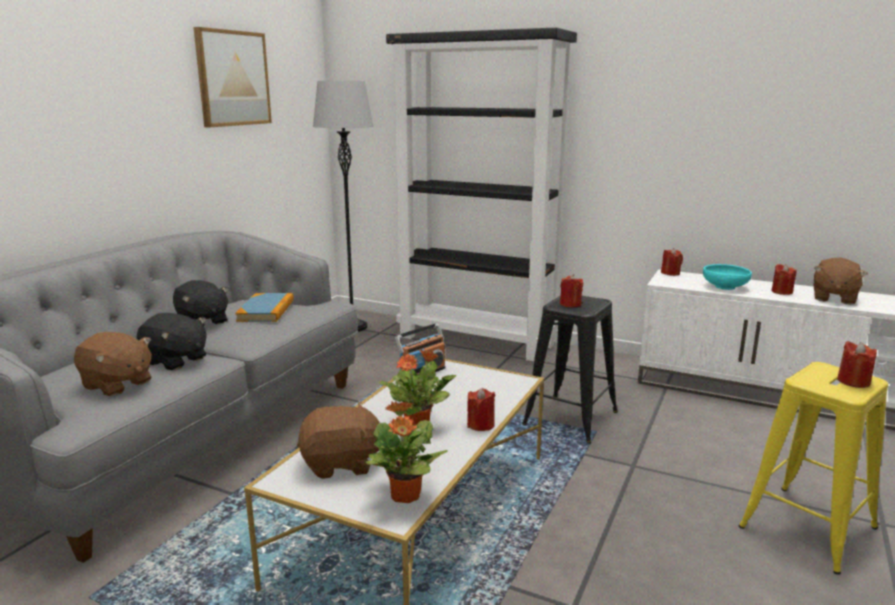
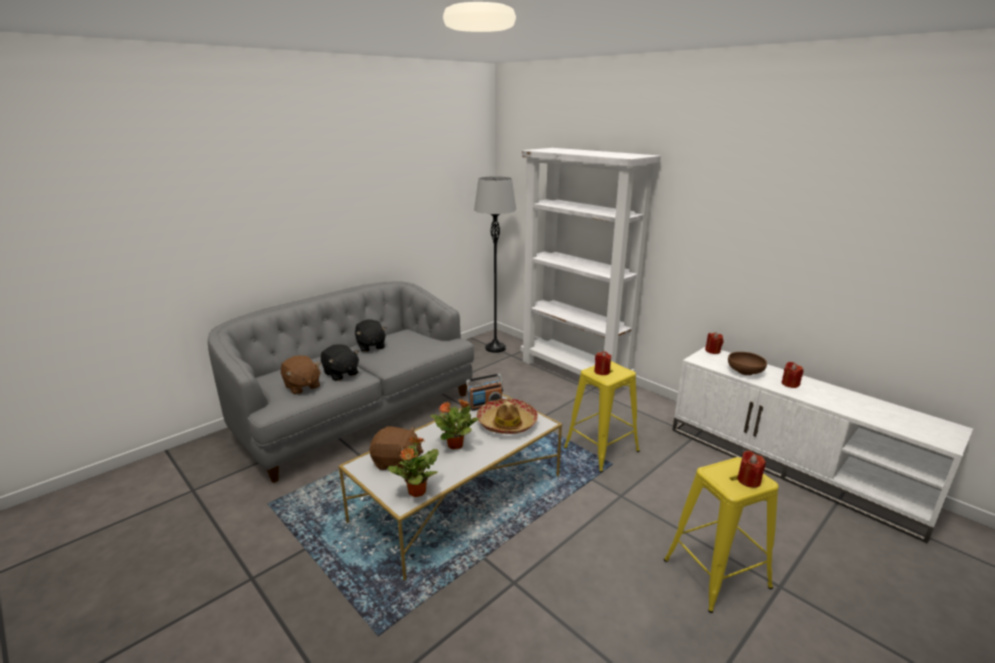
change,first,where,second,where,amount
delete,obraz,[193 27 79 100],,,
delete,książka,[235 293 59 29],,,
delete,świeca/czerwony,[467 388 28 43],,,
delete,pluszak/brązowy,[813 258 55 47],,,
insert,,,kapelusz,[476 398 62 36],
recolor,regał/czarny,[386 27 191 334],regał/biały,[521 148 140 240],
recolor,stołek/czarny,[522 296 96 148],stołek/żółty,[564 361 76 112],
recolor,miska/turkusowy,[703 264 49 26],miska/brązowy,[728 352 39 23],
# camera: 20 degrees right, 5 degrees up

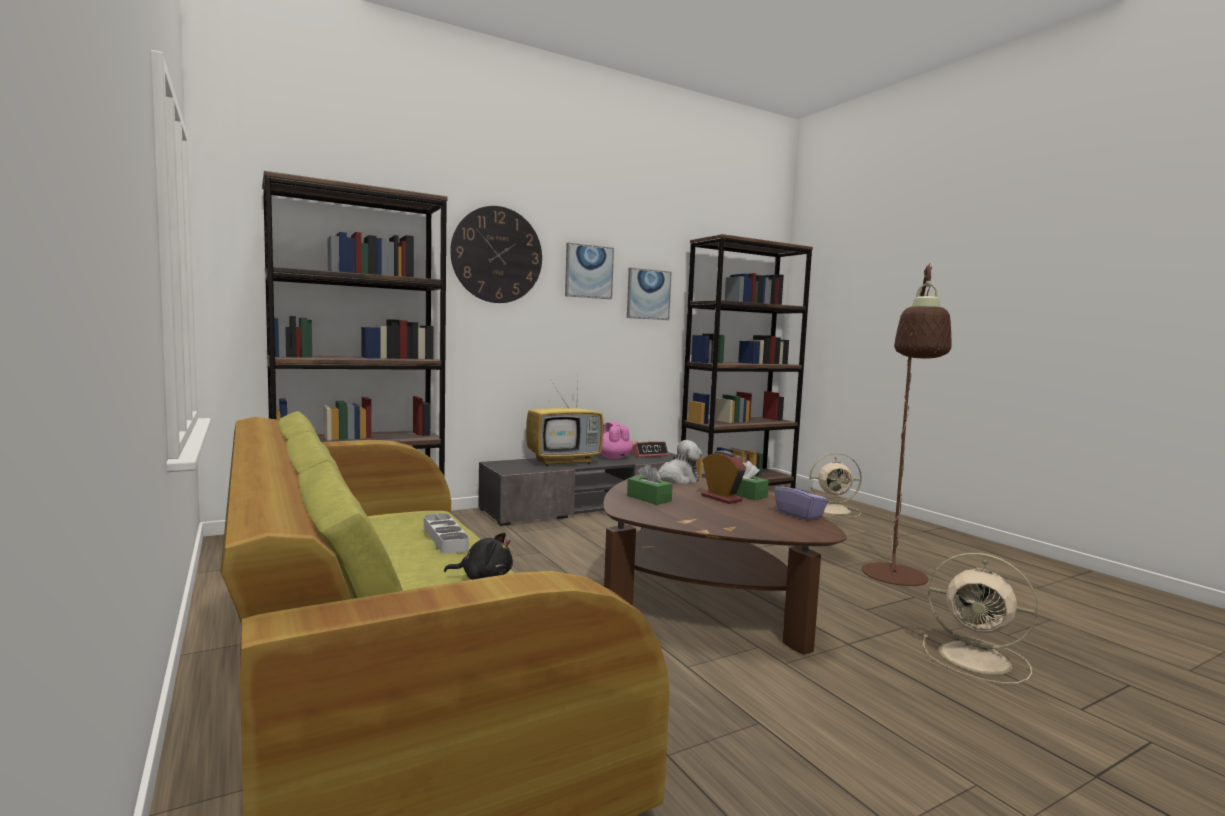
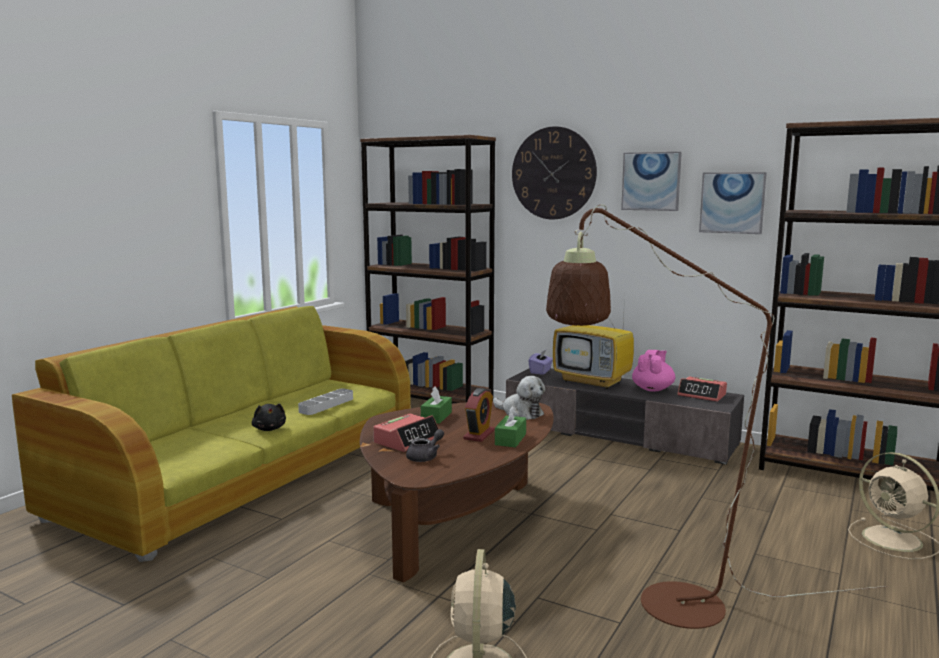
change,first,where,second,where,amount
insert,,,budzik,[373 414 66 38],
insert,,,imbryk/szary,[406 429 38 33],
move,pudełko chusteczek/fioletowy,[774 477 55 43],,[528 350 25 25],
# camera: 60 degrees right, 5 degrees up

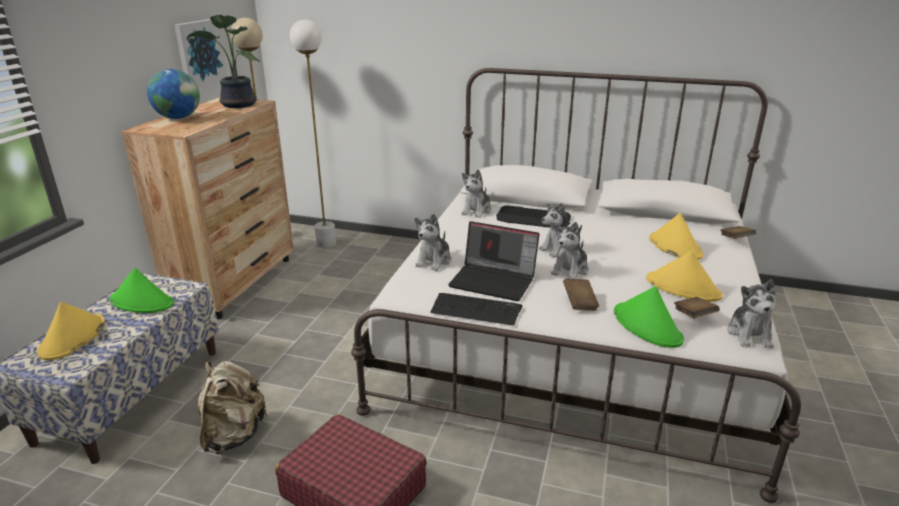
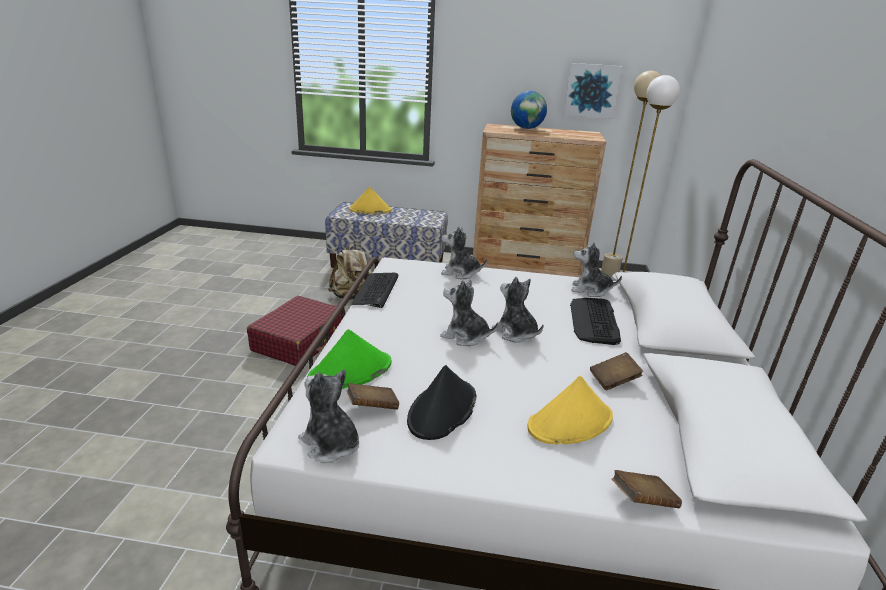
change,first,where,second,where,amount
delete,kapelusz/zielony,[110 267 64 46],,,
delete,roślina doniczkowa,[187 15 74 93],,,
delete,laptop,[448 221 91 80],,,
move,książka/brązowy,[563 278 36 33],,[590 352 53 38],
recolor,kapelusz/żółty,[646 251 77 51],kapelusz/czarny,[407 365 69 75],
rotate,pluszak,[727 279 49 69],,[298 369 61 94],45 degrees clockwise
# camera: 80 degrees right, 0 degrees up

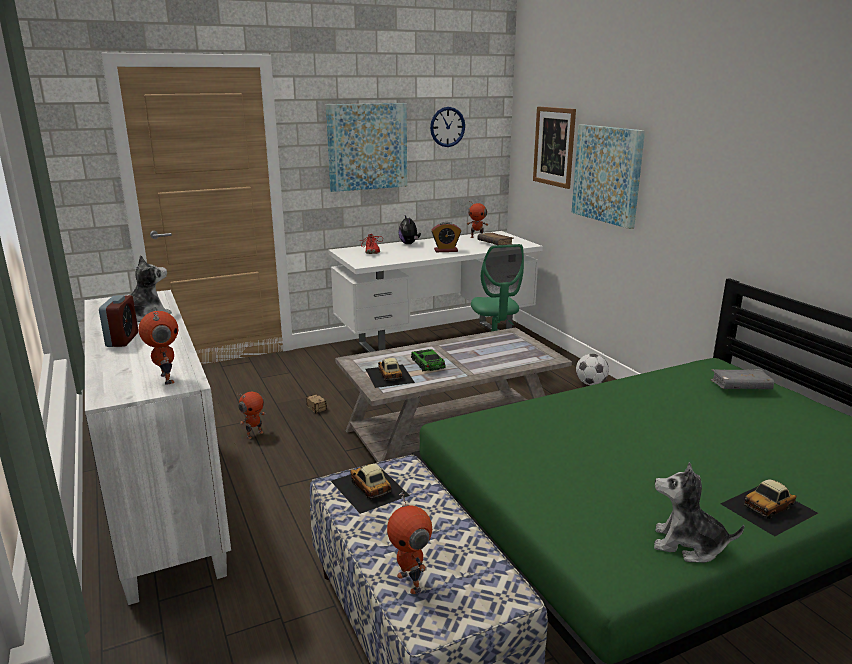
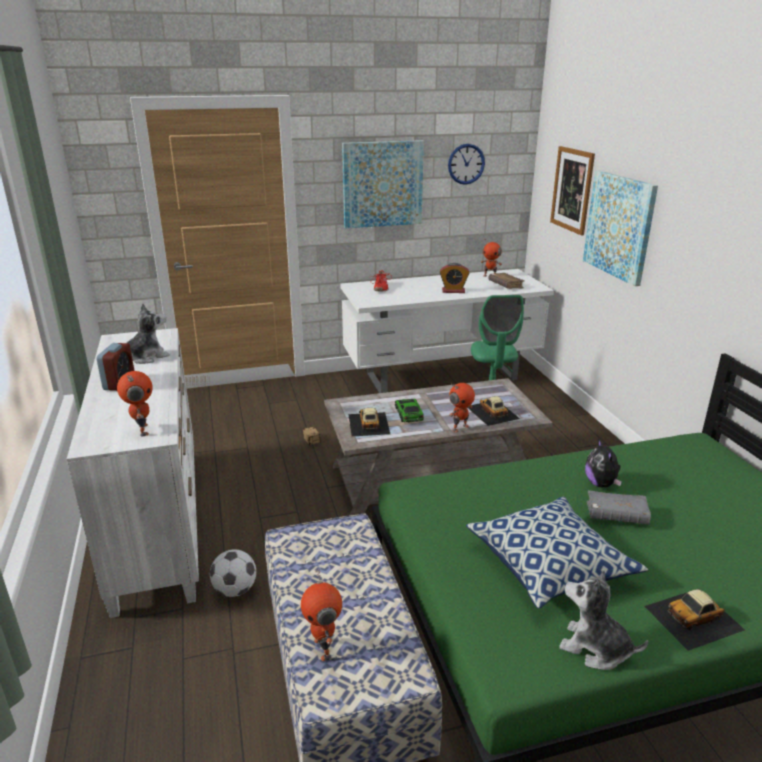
change,first,where,second,where,amount
insert,,,poduszka,[466 497 182 112],
move,robot zabawkowy,[237 392 28 47],,[449 383 26 49],
move,samochodzik,[331 464 79 50],,[467 396 53 30],
move,pluszak,[399 216 22 28],,[585 439 37 49],
move,piłka futbolowa,[576 353 33 32],,[210 550 46 47],
move,książka/szary,[711 369 63 20],,[587 490 64 35],
# camera: 10 degrees right, 5 degrees up

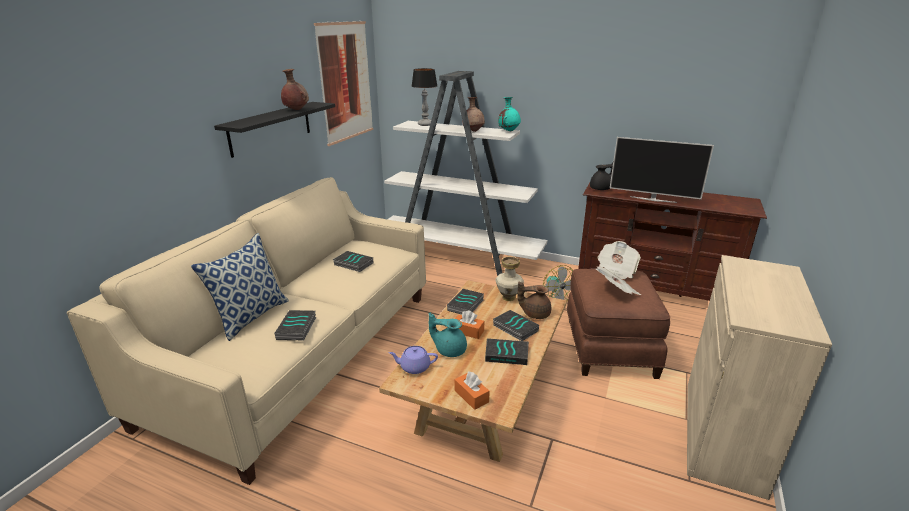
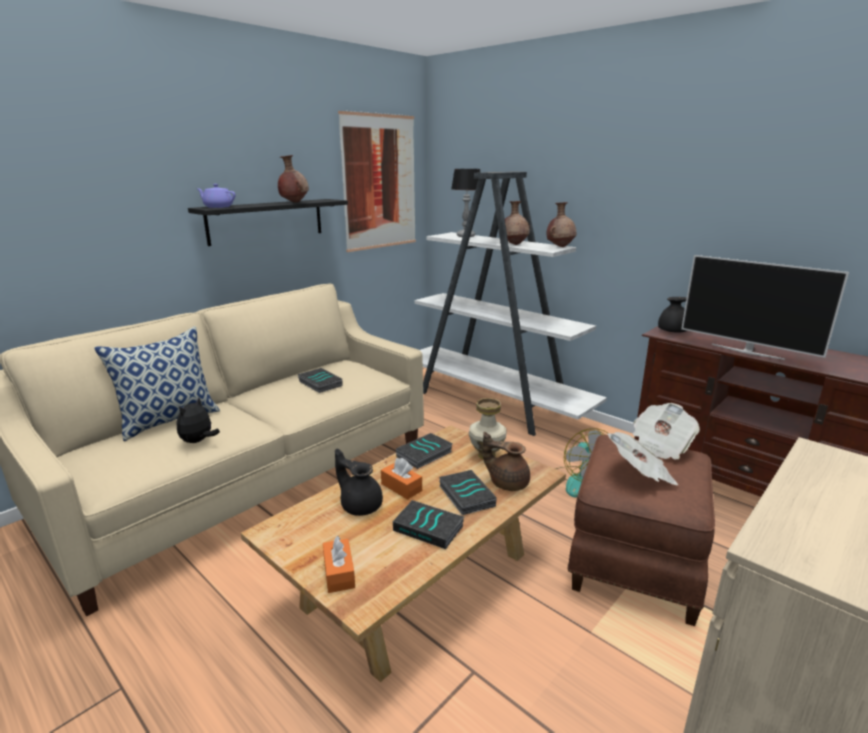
change,first,where,second,where,amount
move,imbryk/fioletowy,[389 346 49 28],,[196 184 39 24],
replace,książka,[274 310 42 30],pluszak,[177 397 43 46],
recolor,imbryk/turkusowy,[429 312 38 45],imbryk/czarny,[335 449 48 67],
recolor,wazon/turkusowy,[498 97 23 34],wazon/brązowy,[547 202 29 45],
# camera: 20 degrees right, 5 degrees down

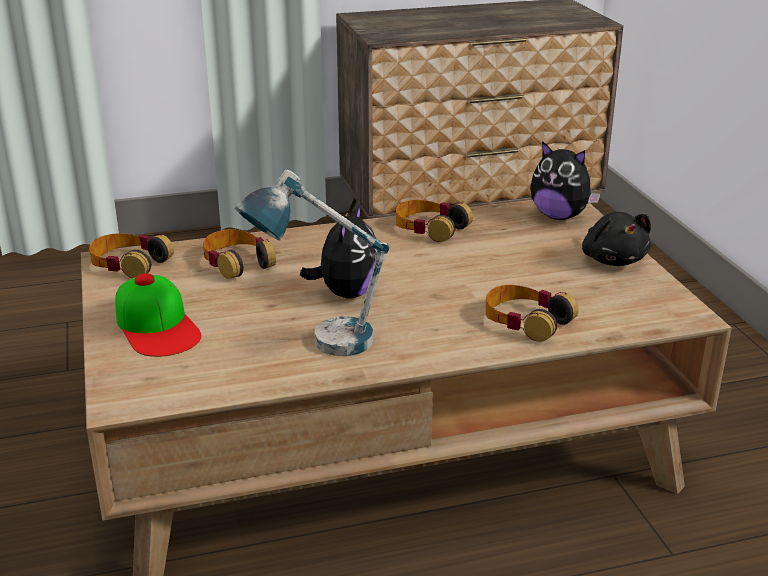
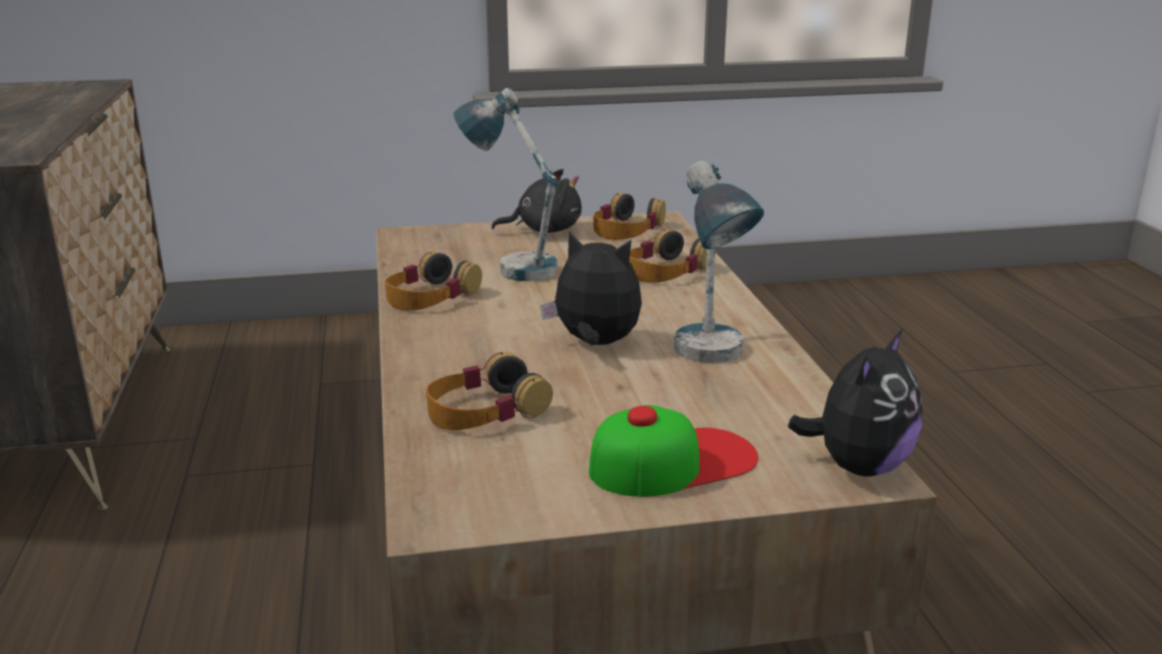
change,first,where,second,where,amount
insert,,,lampa stołowa,[453 88 105 193],
move,słuchawki,[89 233 85 45],,[594 193 72 47],
move,pluszak,[530 141 71 79],,[788 328 134 148],
# camera: 85 degrees left, 5 degrees down

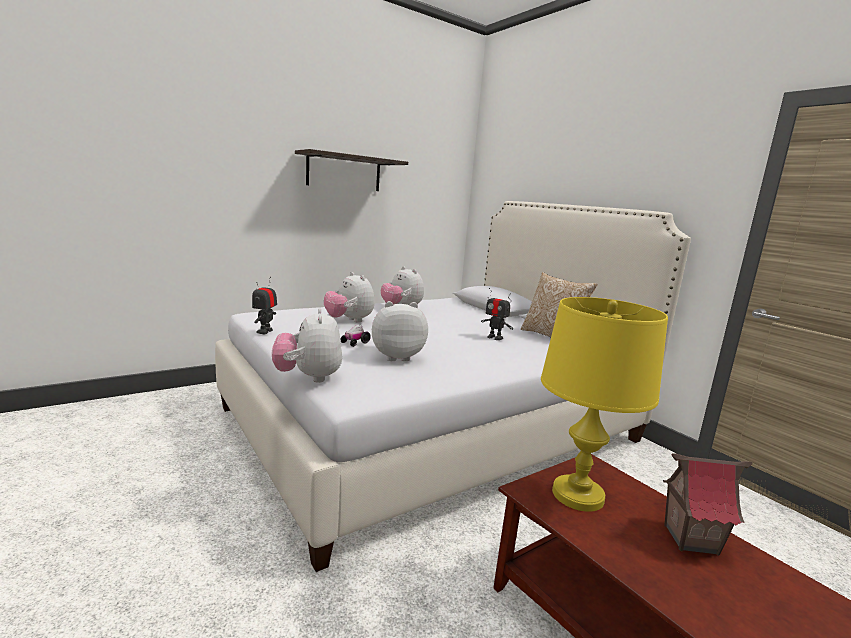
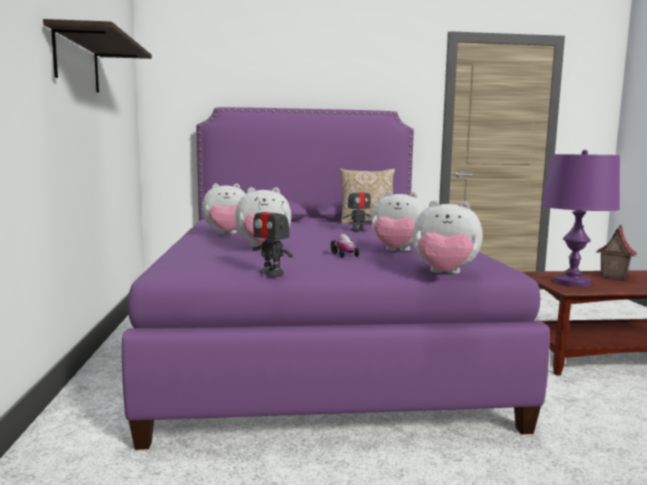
change,first,where,second,where,amount
recolor,łóżko/biały,[215 201 476 371],łóżko/fioletowy,[122 107 428 343],
recolor,lampa stołowa/żółty,[541 297 127 215],lampa stołowa/fioletowy,[542 150 78 137],
rotate,pluszak,[372 301 56 60],,[372 191 53 60],90 degrees counterclockwise
# camera: 60 degrees left, 5 degrees down

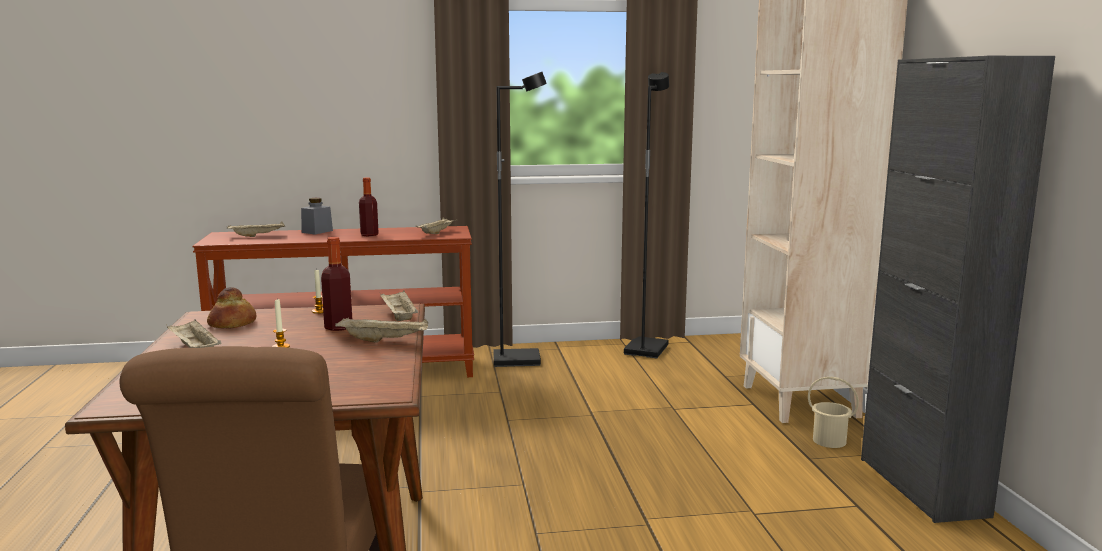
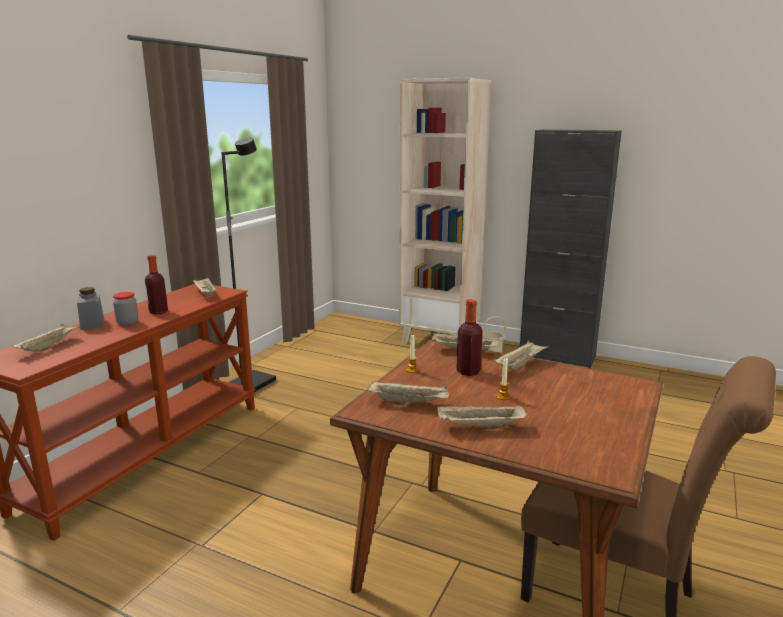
change,first,where,second,where,amount
delete,lampa stojąca/czarny,[624 72 45 286],,,
insert,,,słoik,[113 292 25 34],
replace,chleb,[207 287 49 41],taca/beżowy,[367 380 82 26],
# camera: 55 degrees left, 5 degrees up

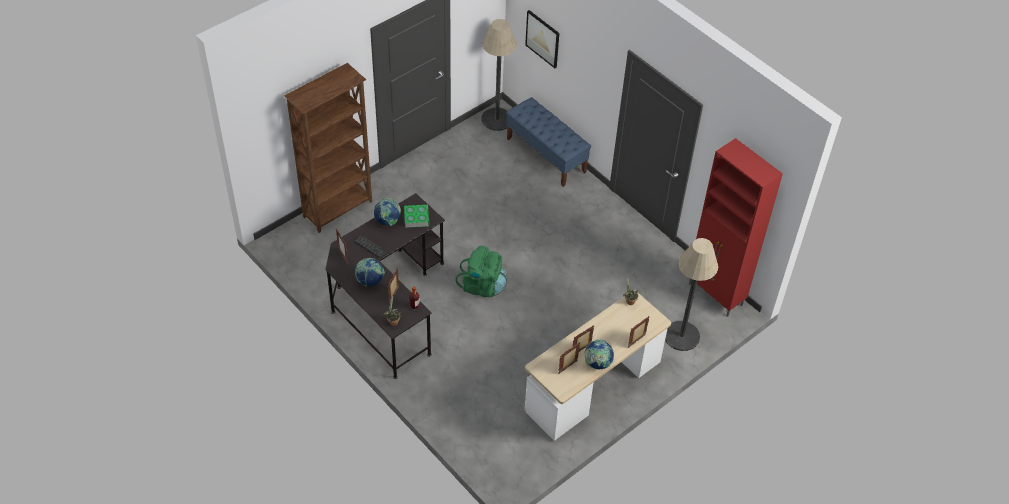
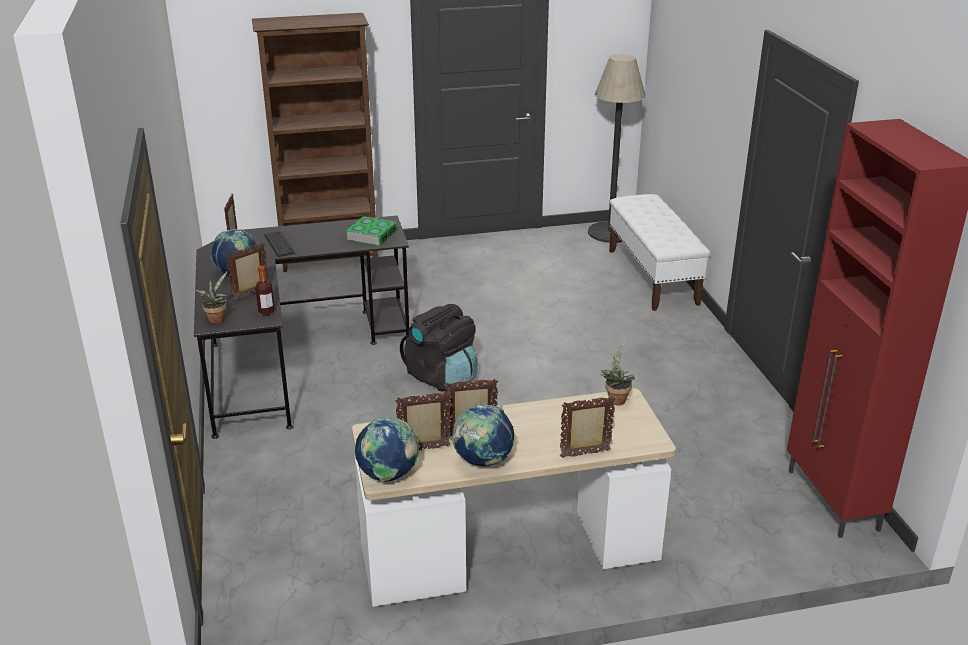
change,first,where,second,where,amount
delete,obraz,[525 10 34 58],,,
delete,lampa stojąca,[665 238 53 113],,,
move,globus,[374 198 27 28],,[355 417 64 65],
recolor,plecak/zielony,[456 246 51 51],plecak/czarny,[400 304 78 87],
recolor,ławka/niebieski,[506 97 85 90],ławka/biały,[609 194 101 117],
# camera: 30 degrees right, 20 degrees down

